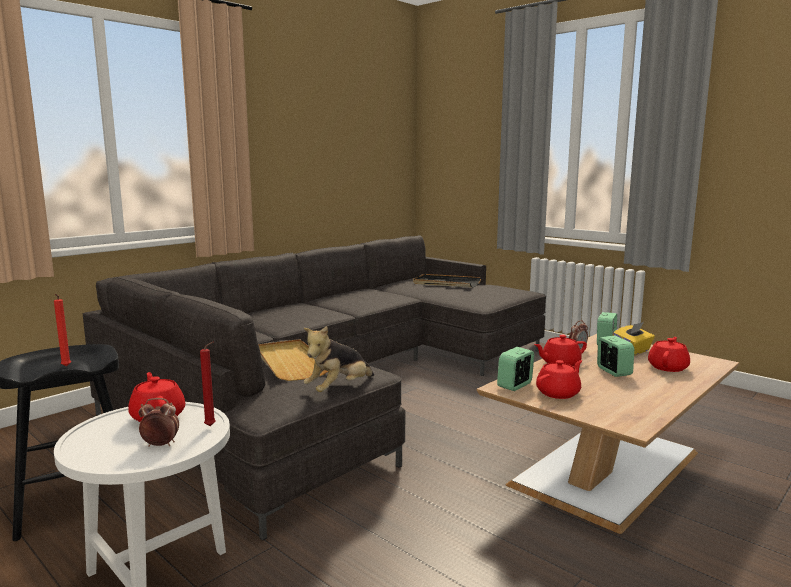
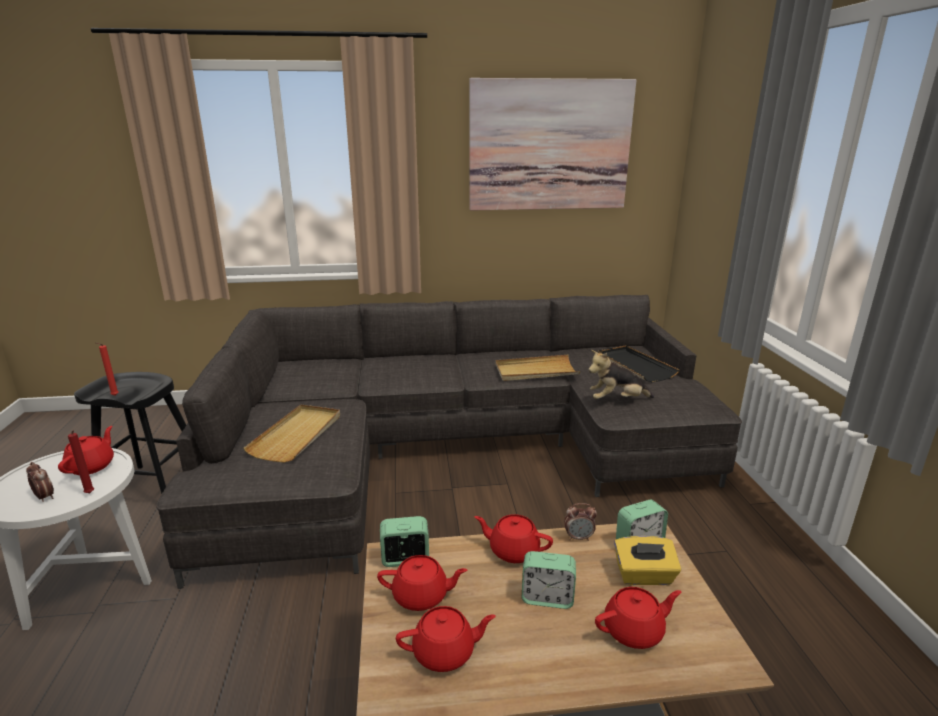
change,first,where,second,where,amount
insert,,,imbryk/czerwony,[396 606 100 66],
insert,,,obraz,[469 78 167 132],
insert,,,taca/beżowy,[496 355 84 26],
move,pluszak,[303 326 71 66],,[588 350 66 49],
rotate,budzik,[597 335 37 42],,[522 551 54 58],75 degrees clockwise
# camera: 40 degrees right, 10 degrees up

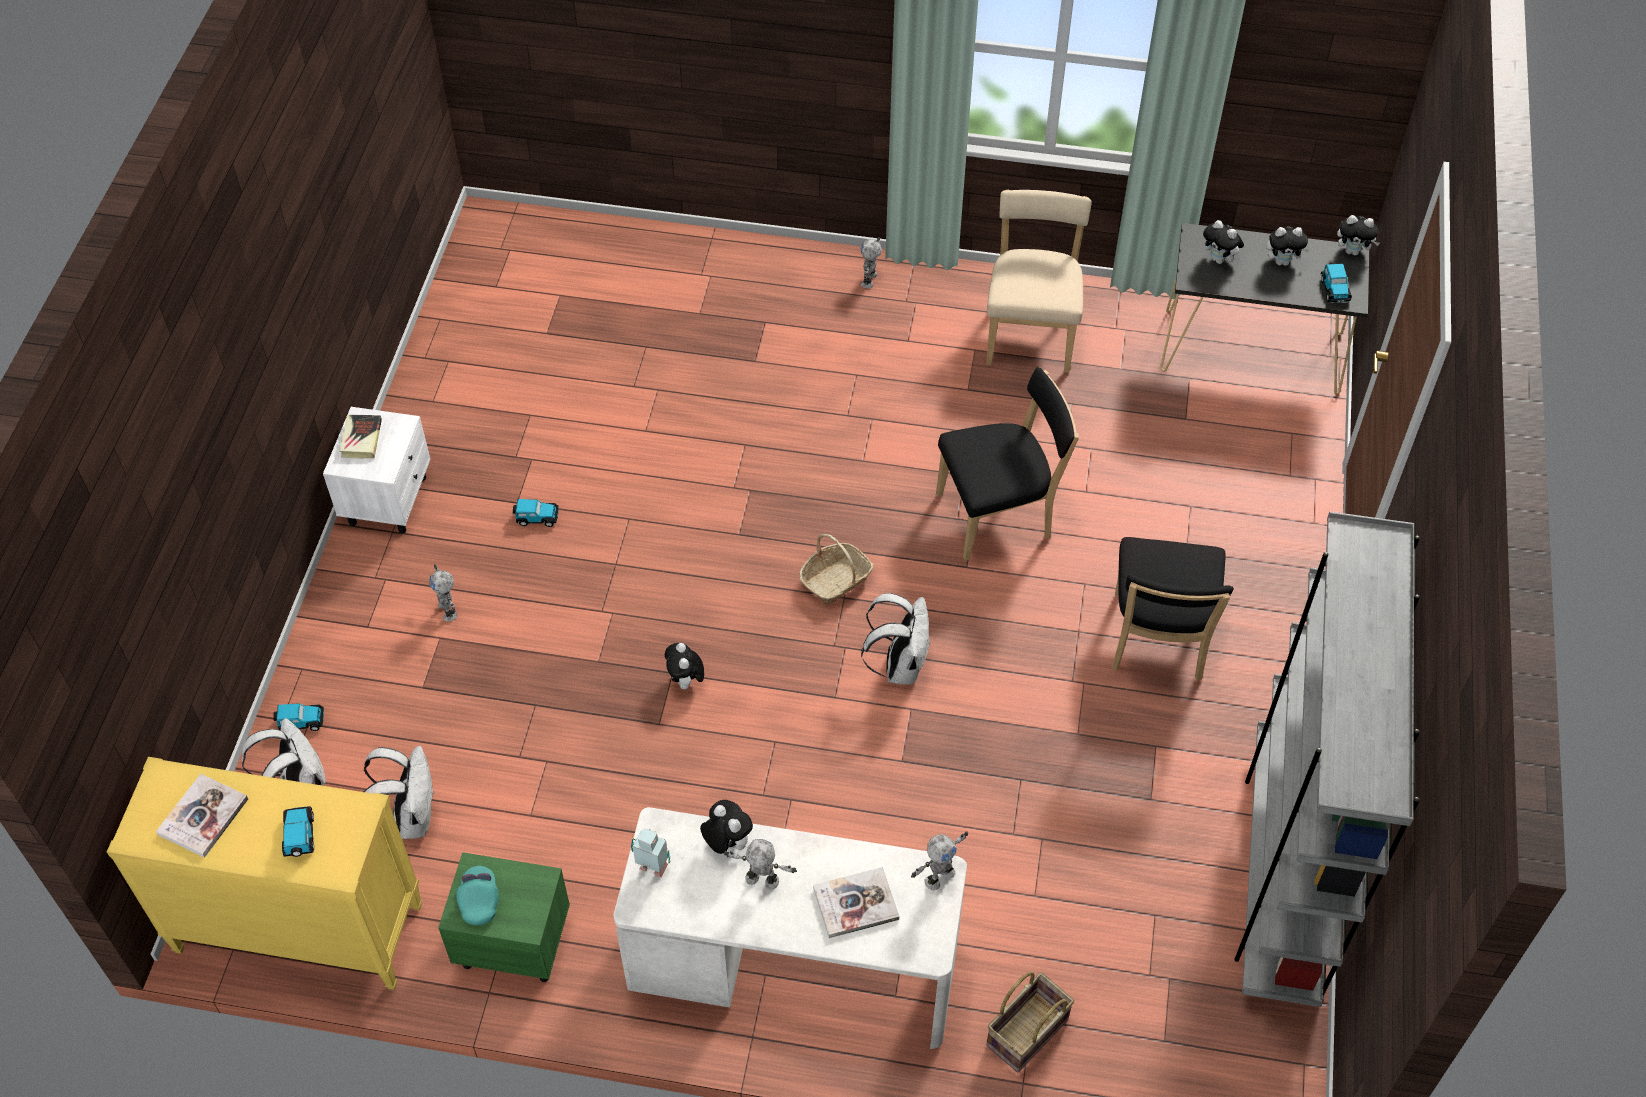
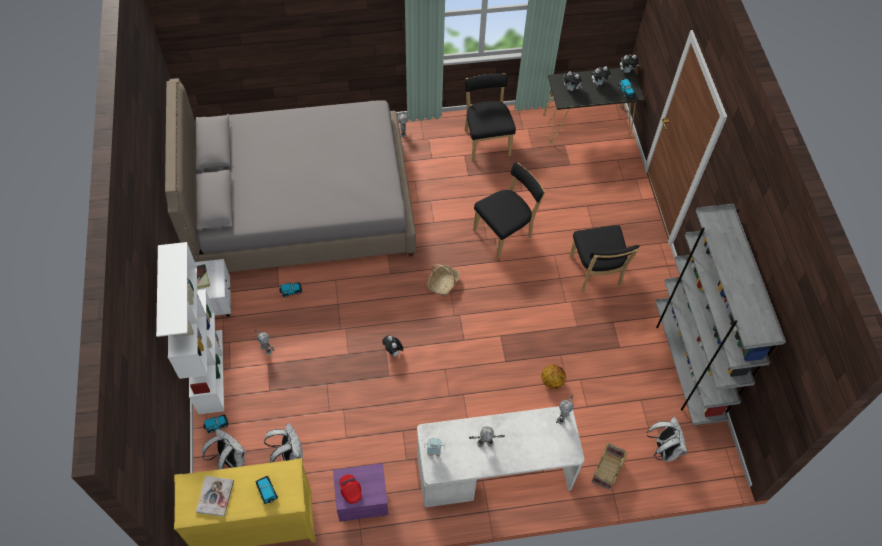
change,first,where,second,where,amount
delete,pluszak,[700 800 53 54],,,
delete,książka,[813 867 87 71],,,
insert,,,regał/biały,[156 242 68 173],
insert,,,łóżko/szary,[165 78 251 194],
insert,,,piłka do koszykówki,[541 364 25 25],
move,plecak/biały,[861 593 70 92],,[647 417 40 44],
recolor,szafka nocna/zielony,[438 852 132 130],szafka nocna/fioletowy,[333 463 56 59],
recolor,czapka z daszkiem/turkusowy,[456 866 43 59],czapka z daszkiem/czerwony,[339 474 23 30],
recolor,krzesło/beżowy,[986 190 106 182],krzesło/czarny,[465 73 51 88],
# camera: 20 degrees left, 5 degrees up

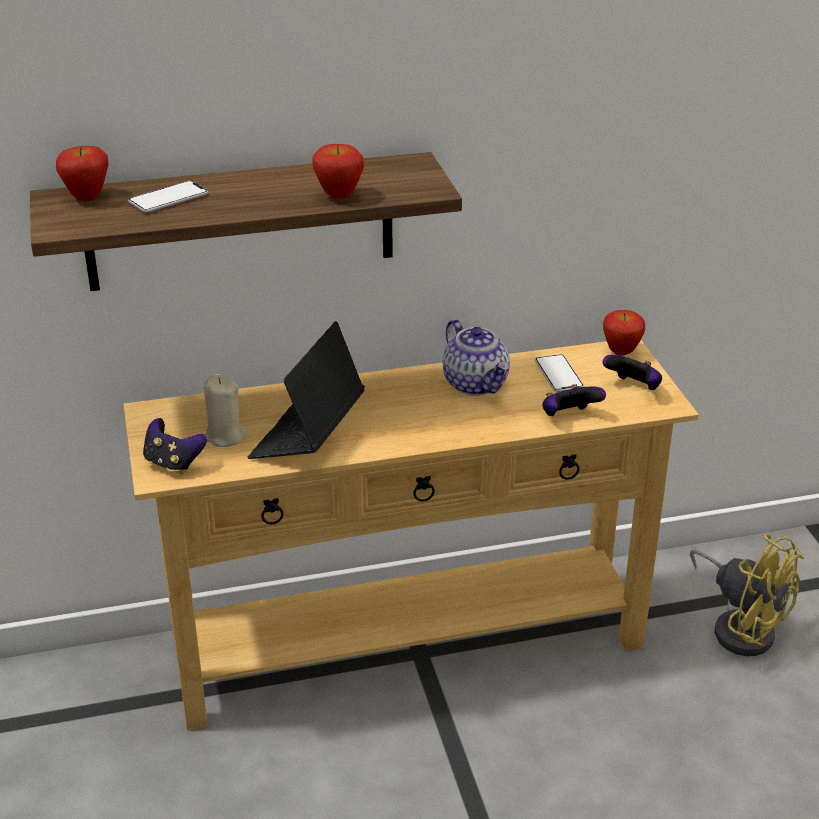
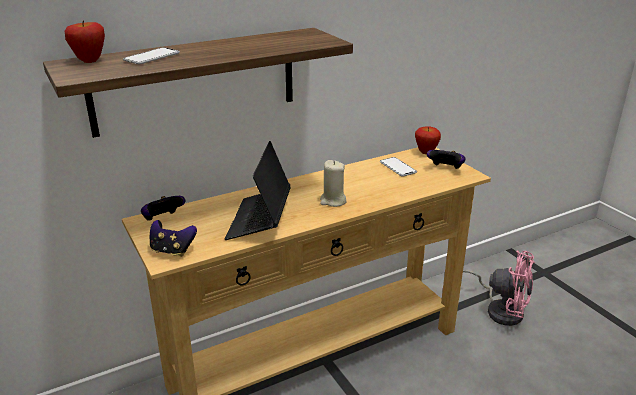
change,first,where,second,where,amount
delete,jabłko,[312 144 52 55],,,
delete,imbryk,[443 319 67 77],,,
move,świeca/beżowy,[203 374 43 73],,[320 160 26 47],
move,pad do gier,[542 384 64 32],,[141 196 44 25],
recolor,wentylator/żółty,[690 534 114 122],wentylator/różowy,[461 251 74 75],
# camera: 15 degrees left, 5 degrees down

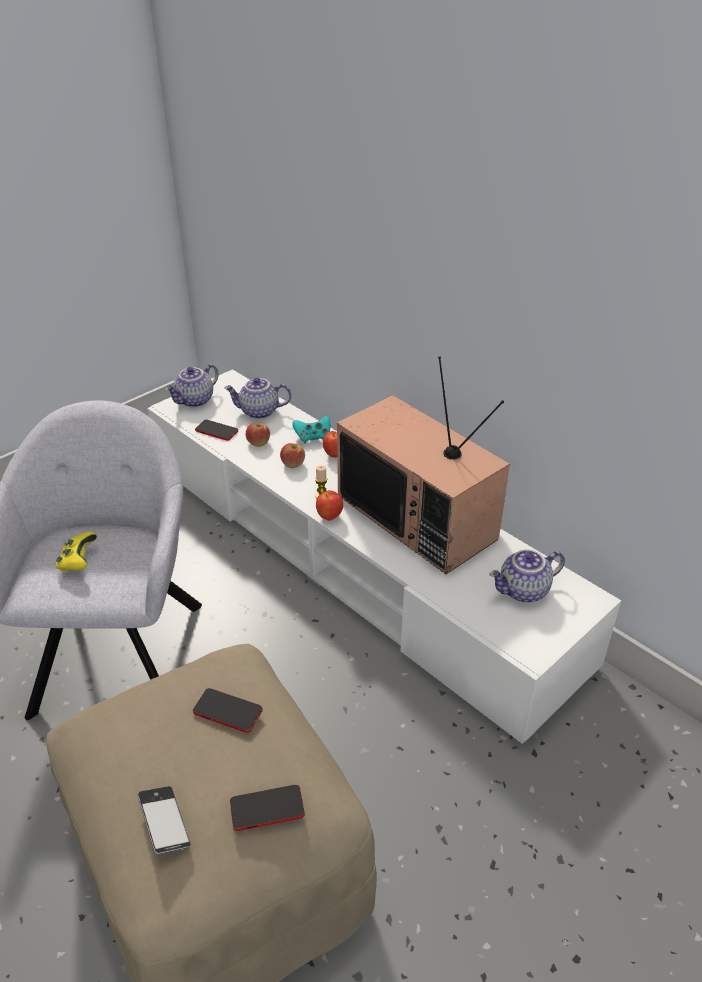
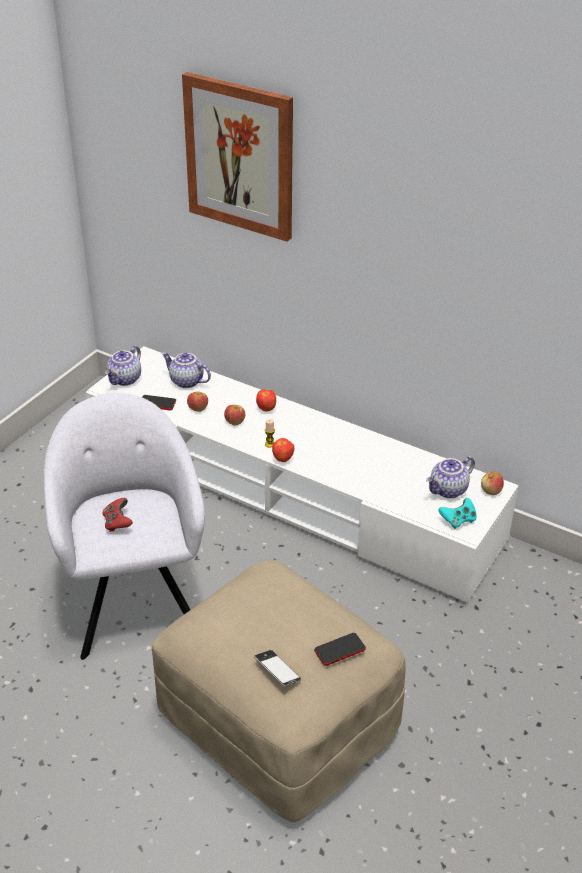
change,first,where,second,where,amount
delete,telefon,[193 688 70 45],,,
delete,telewizor,[337 356 173 218],,,
insert,,,obraz,[182 72 111 169],
insert,,,jabłko,[481 472 23 23],
move,pad do gier/turkusowy,[293 416 37 28],,[439 498 38 31],
recolor,pad do gier/żółty,[56 532 41 40],pad do gier/czerwony,[102 498 31 34],
rotate,imbryk,[224 377 67 42],,[161 352 50 36],45 degrees clockwise
# camera: 15 degrees left, 0 degrees up

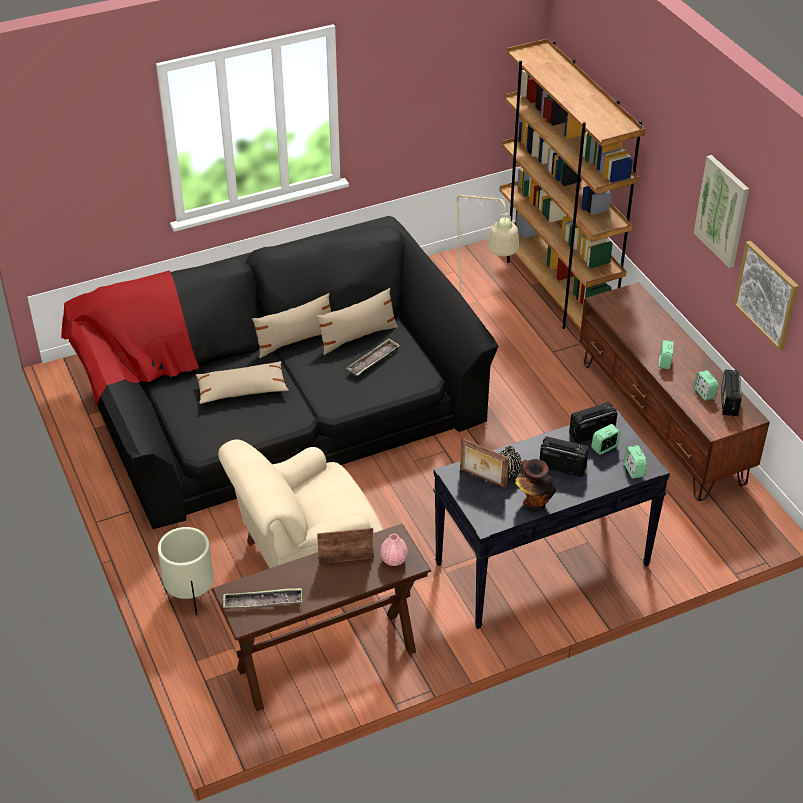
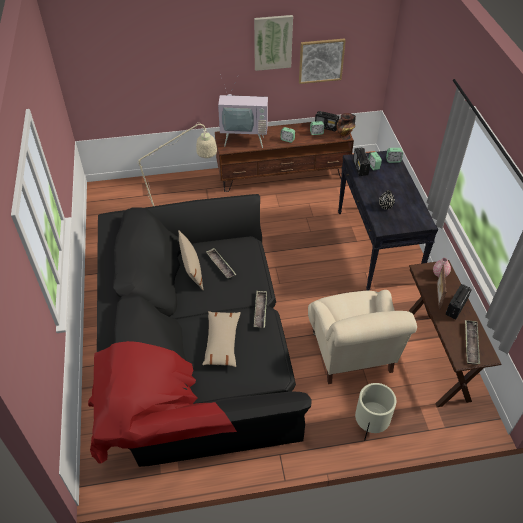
change,first,where,second,where,amount
delete,poduszka/beżowy,[252 293 79 65],,,
delete,ramka na zdjęcie,[460 438 49 51],,,
delete,regał/brązowy,[500 38 145 292],,,
insert,,,telewizor,[218 74 50 74],
insert,,,taca,[254 291 13 37],
move,wazon,[515 459 41 53],,[336 113 20 27],
move,radio,[540 436 49 41],,[445 284 27 35],
# camera: 75 degrees left, 5 degrees up

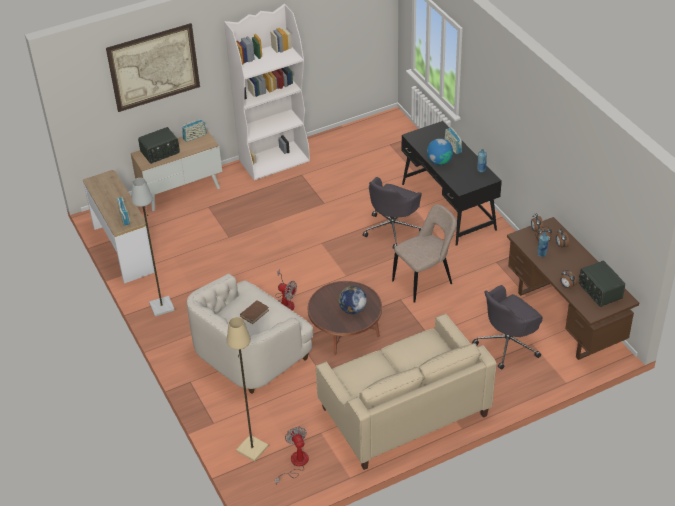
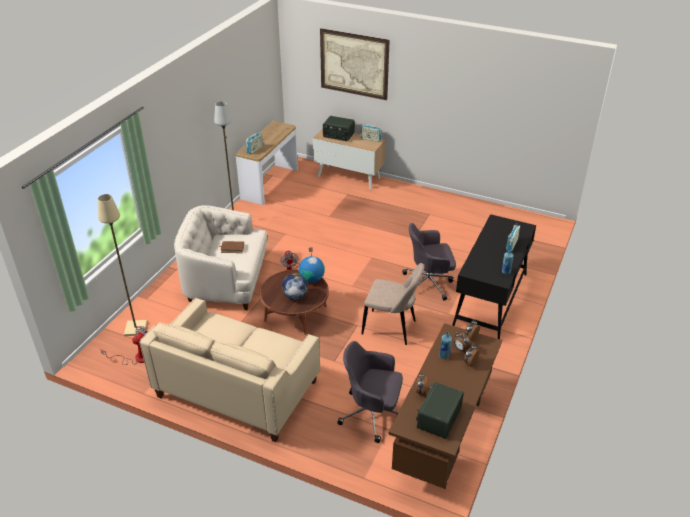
change,first,where,second,where,amount
delete,regał/biały,[224 4 86 176],,,
move,globus,[427 138 26 27],,[299 256 26 27],
# camera: 50 degrees right, 5 degrees down

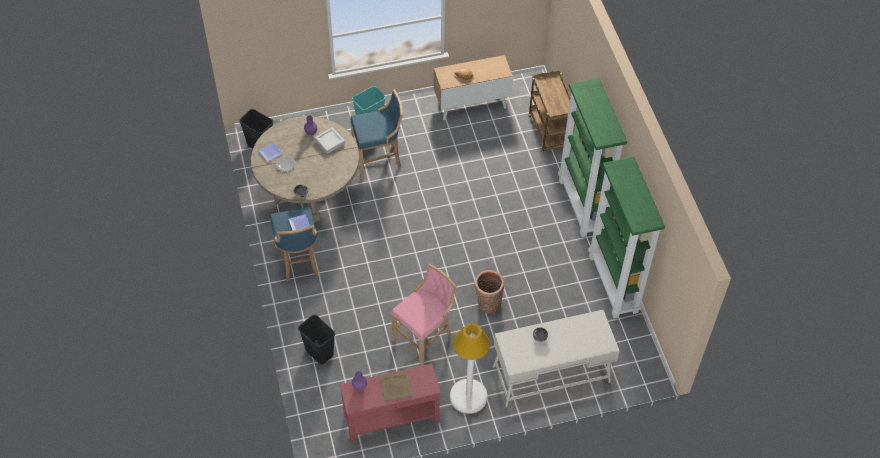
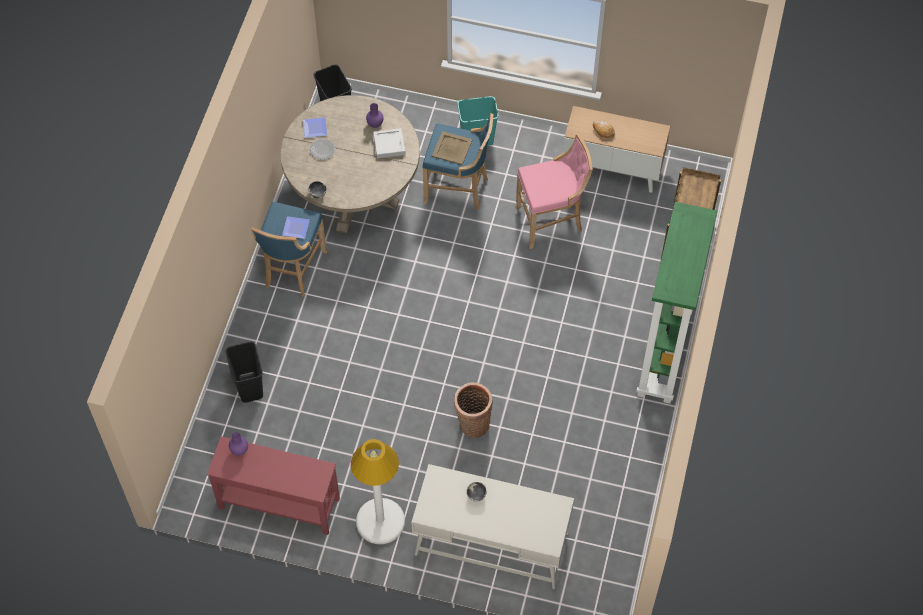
change,first,where,second,where,amount
delete,regał/zielony,[588 157 77 161],,,
move,taca/beżowy,[380 371 33 30],,[432 131 41 34],
move,stołek/różowy,[391 264 65 102],,[515 134 78 115],
# camera: 30 degrees right, 5 degrees up

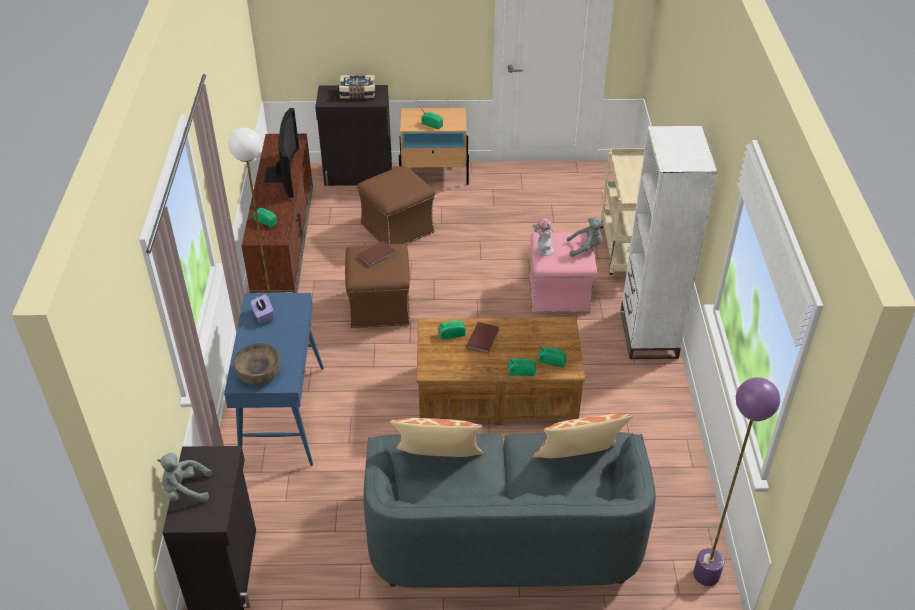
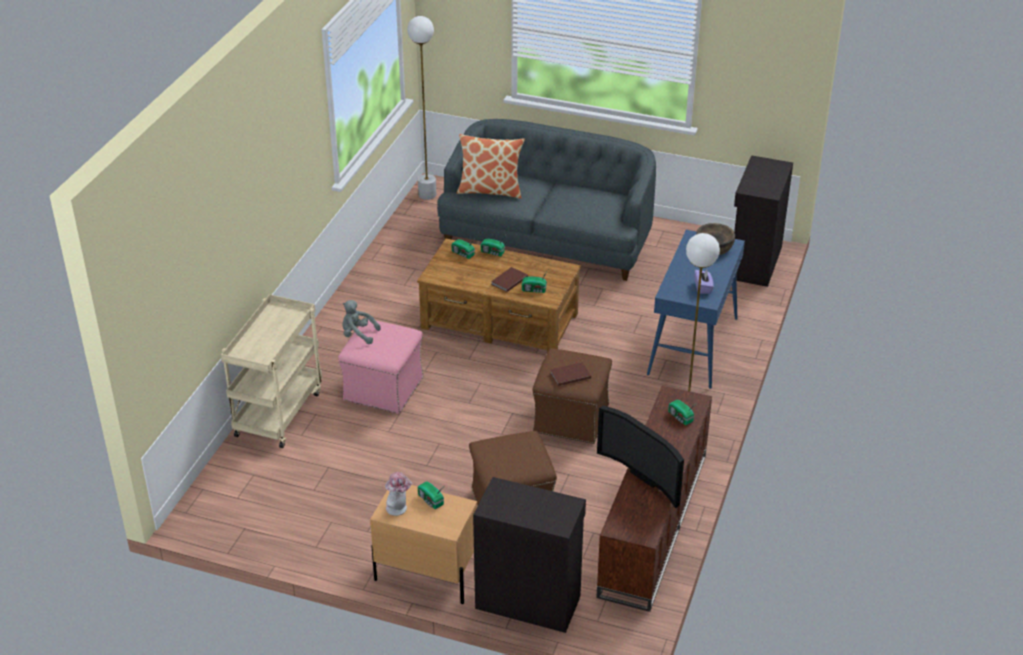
change,first,where,second,where,amount
delete,pluszak/szary,[157 453 55 49],,,
delete,książka,[339 75 36 24],,,
delete,poduszka,[390 418 93 39],,,
delete,regał/biały,[621 126 96 233],,,
move,kapelusz,[532 218 23 38],,[385 472 27 44],
recolor,lampa stojąca/fioletowy,[693 377 87 209],lampa stojąca/biały,[407 16 29 184],
rotate,telewizor,[265 108 34 90],,[597 405 87 104],60 degrees counterclockwise
# camera: 160 degrees left, 5 degrees down

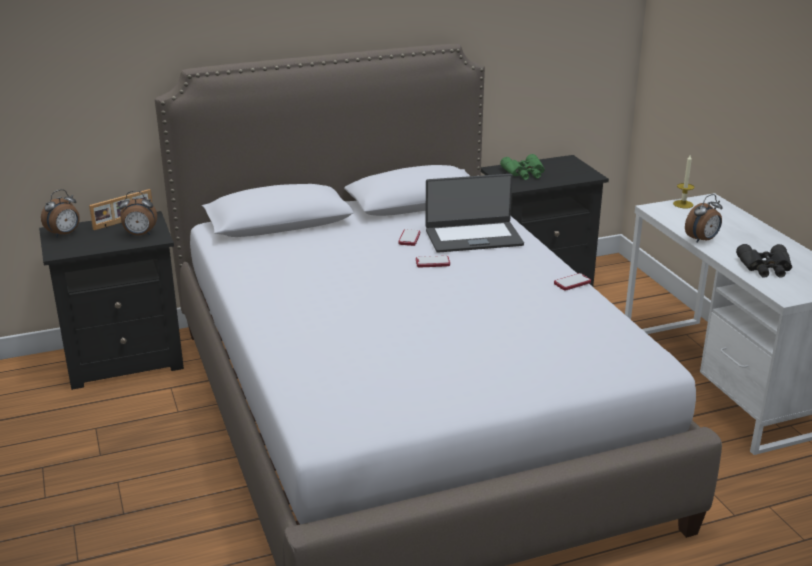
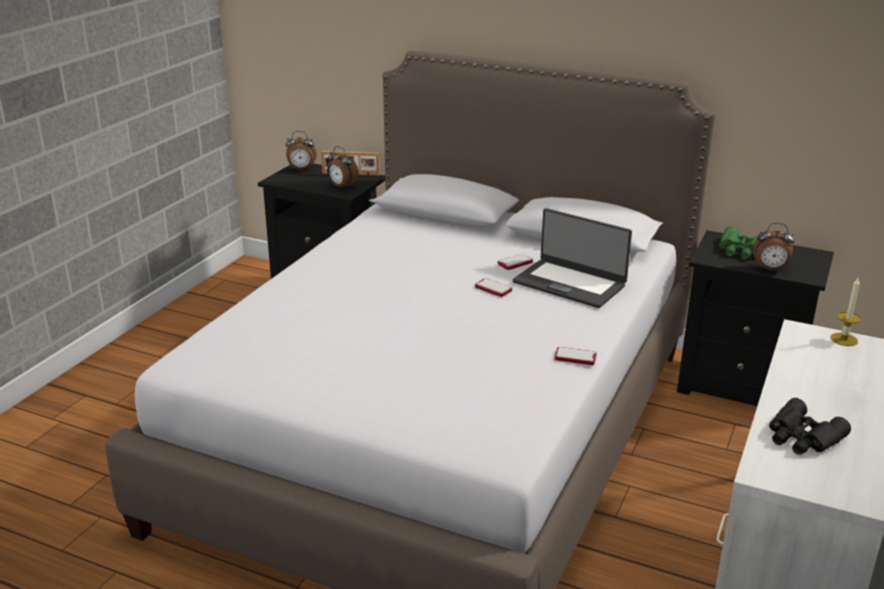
change,first,where,second,where,amount
move,budzik,[685 194 38 49],,[753 223 42 48],
# camera: 45 degrees right, 0 degrees up

